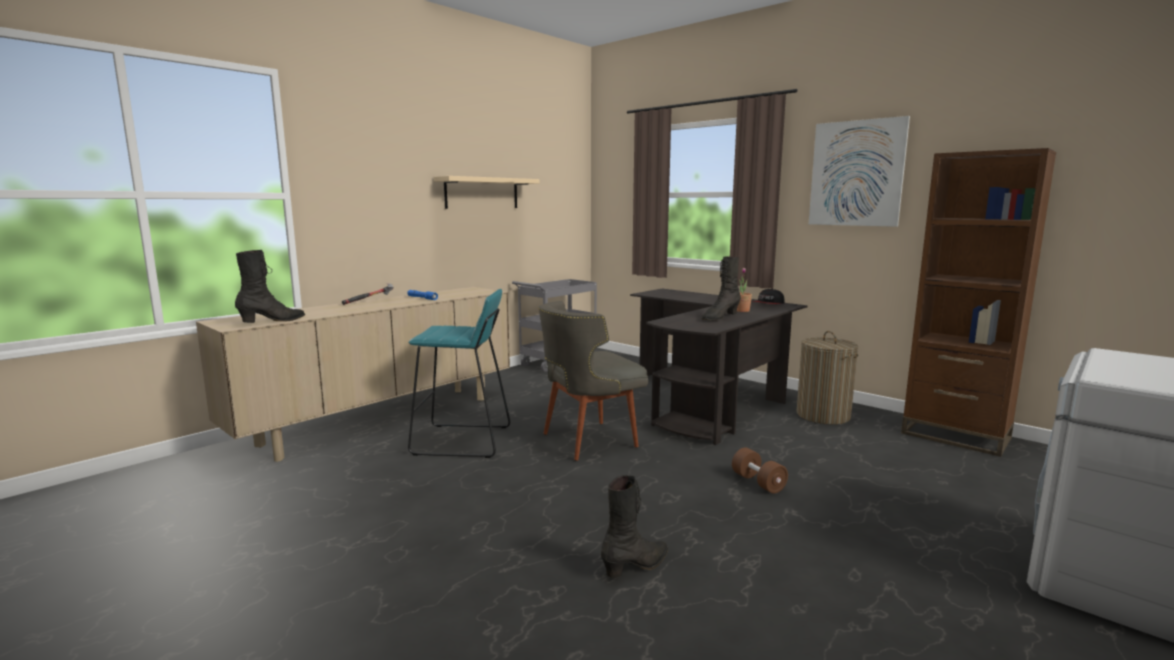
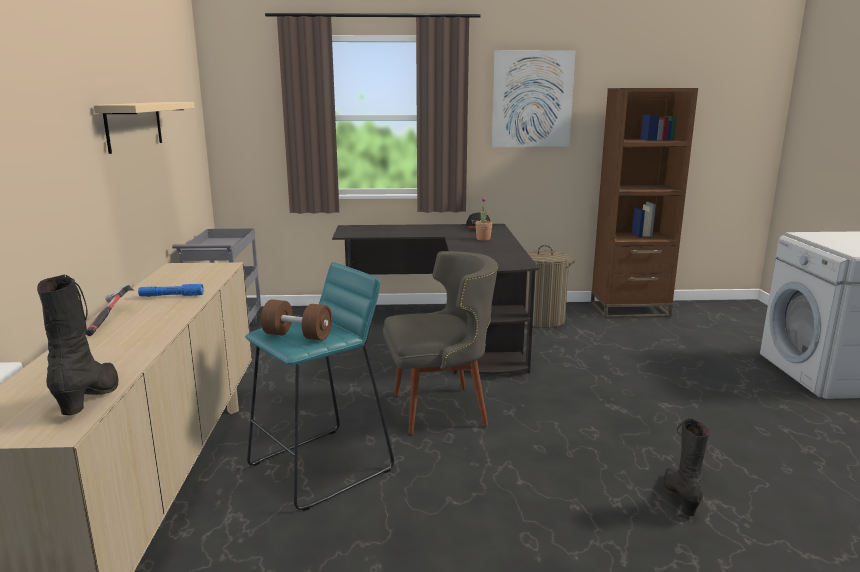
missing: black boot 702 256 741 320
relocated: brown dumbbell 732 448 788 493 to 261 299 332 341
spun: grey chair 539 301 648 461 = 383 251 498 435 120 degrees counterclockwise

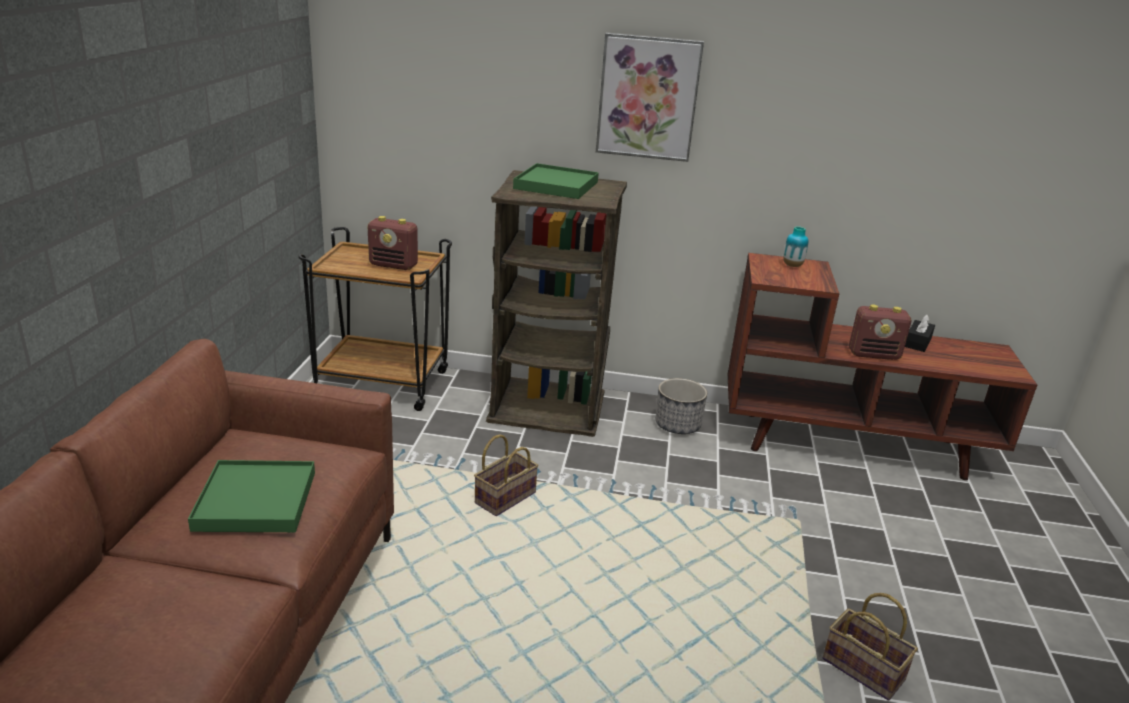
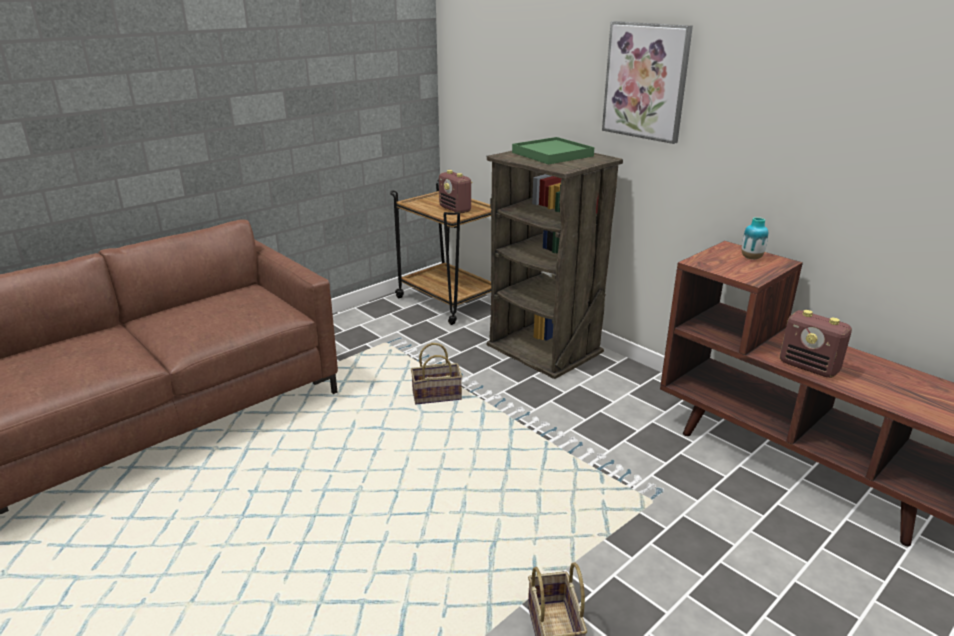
missing: black tissue box 905 314 935 352; planter 656 378 707 434; green tray 188 460 315 532

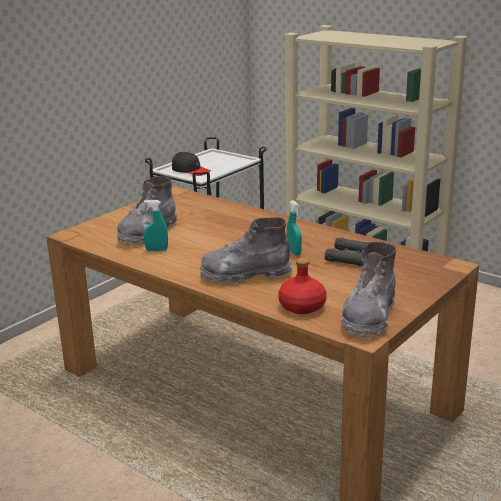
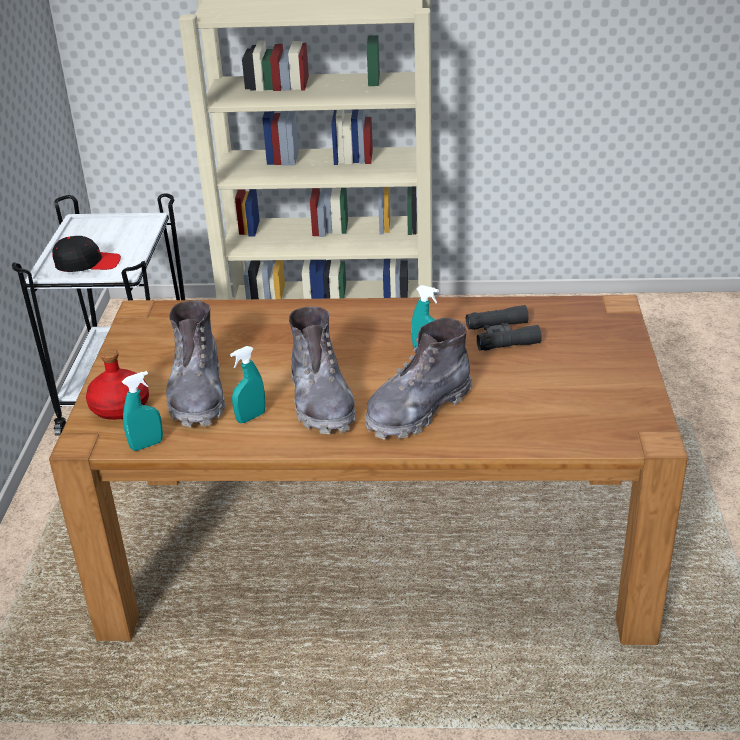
appeared: turquoise spray bottle 122 371 163 451
relocated: grey boot 341 242 397 338 to 289 306 356 434; red bottle 278 258 326 314 to 86 349 149 420

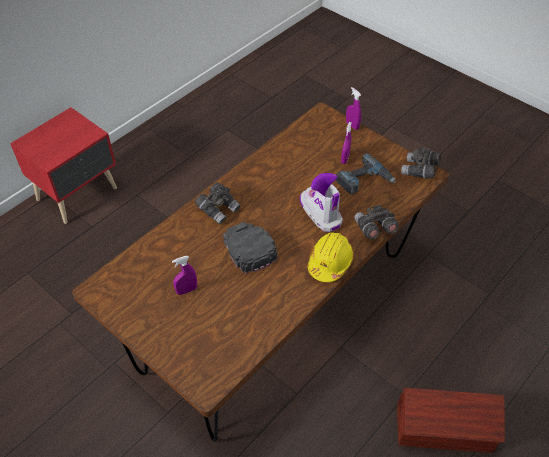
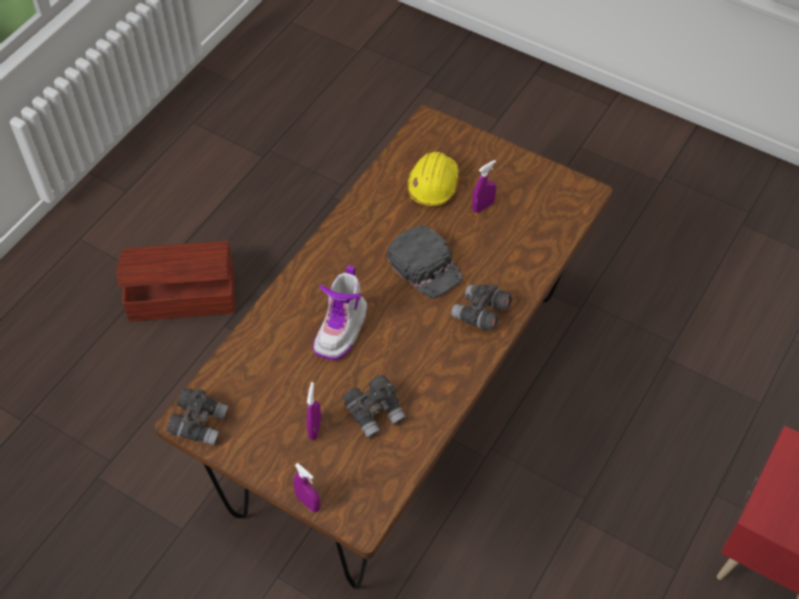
missing: power drill 336 153 396 195
relocated: grey binoculars 354 205 399 239 to 343 375 406 438; yellow hard hat 308 232 354 282 to 407 152 459 206
spun: boot 300 173 343 232 = 313 265 367 360 60 degrees clockwise

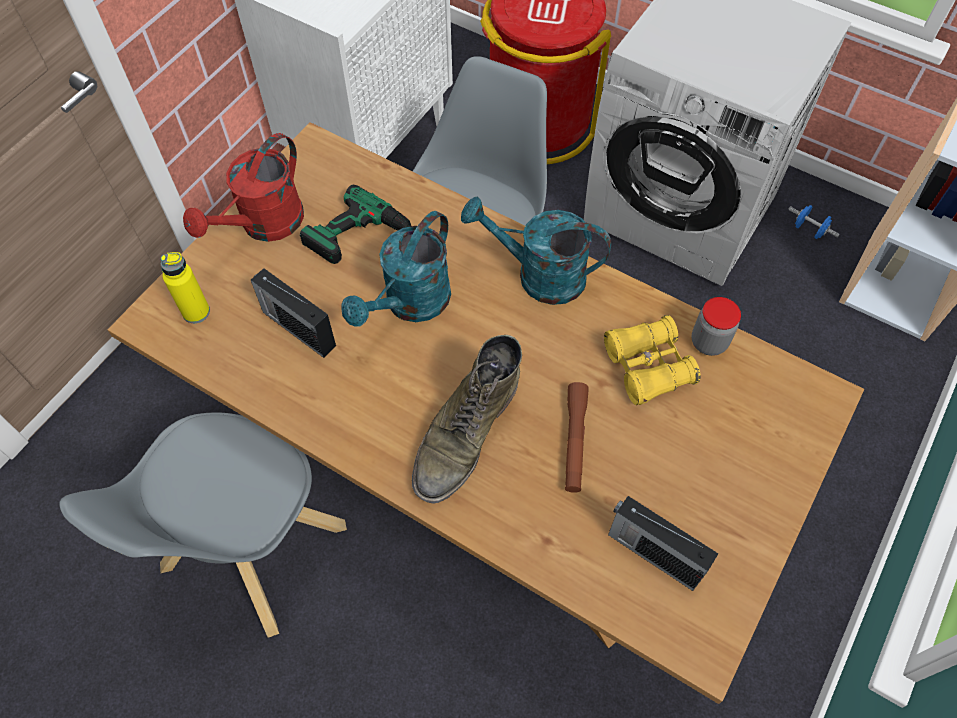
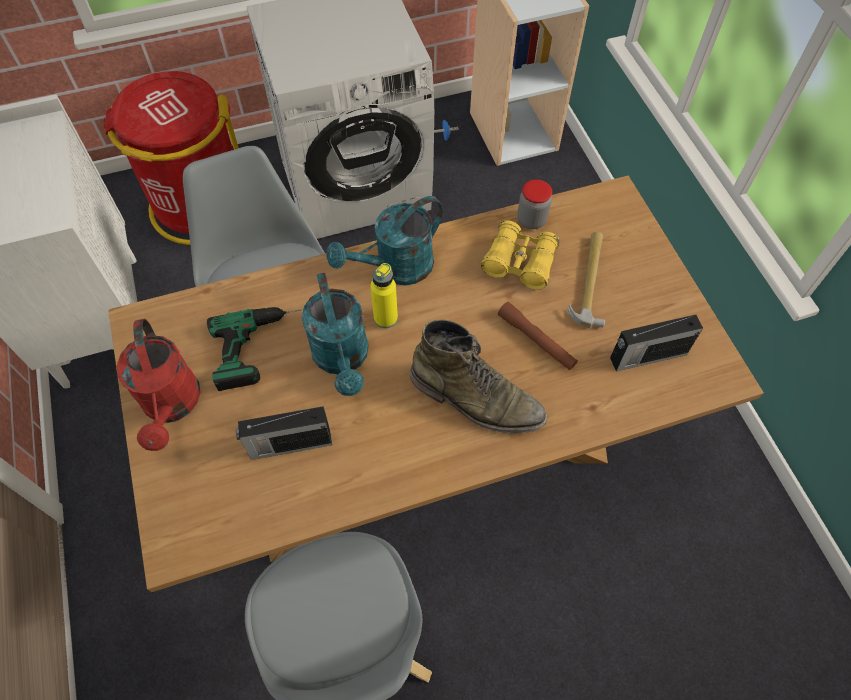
appeared: hammer 567 232 605 328
relocated: yellow bottle 160 252 210 323 to 370 263 398 328
spun: green boot 412 335 522 504 = 410 320 547 433 45 degrees counterclockwise

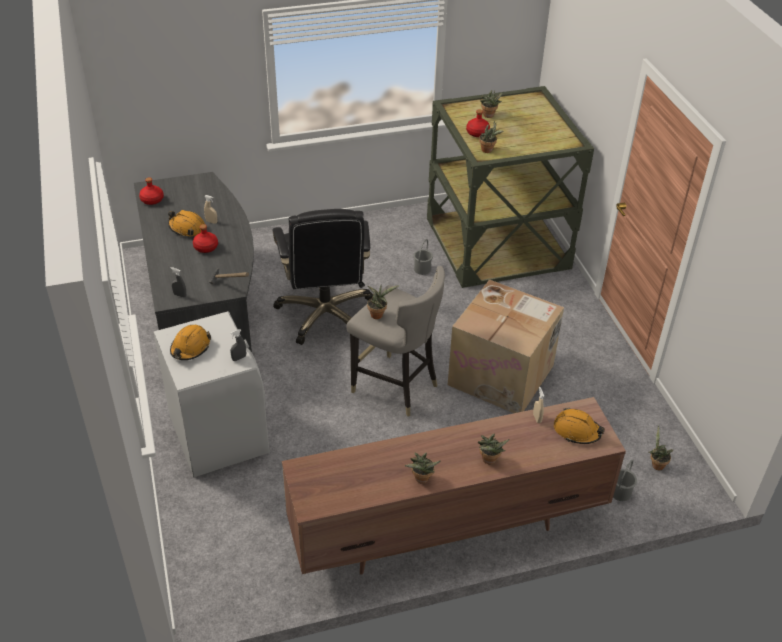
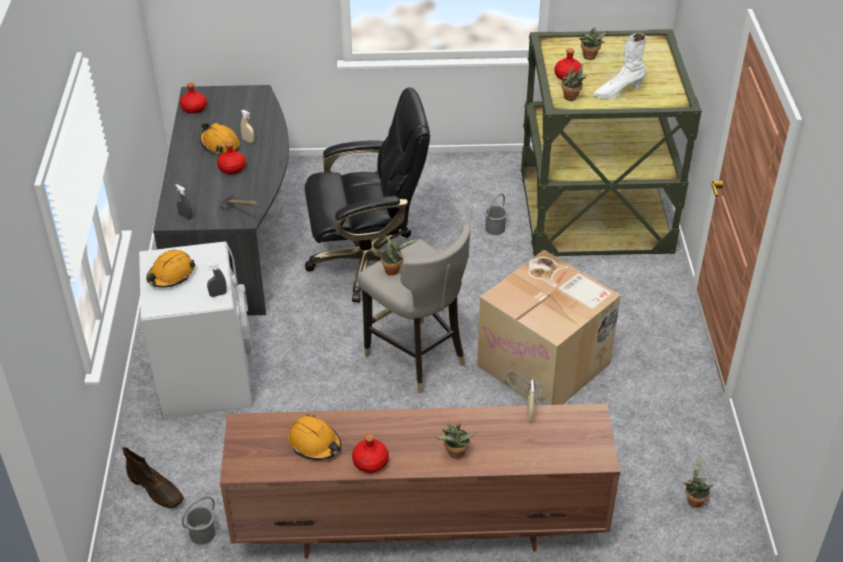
appeared: white boot 593 33 647 98; brown boot 123 447 184 508
relocated: orange hard hat 554 408 605 444 to 288 414 341 460; grey bucket 613 460 637 501 to 182 496 215 545
exchanged: potted plant 404 452 440 484 to red bottle 352 433 389 473
spun: black office chair 272 209 373 345 = 305 87 430 303 105 degrees counterclockwise

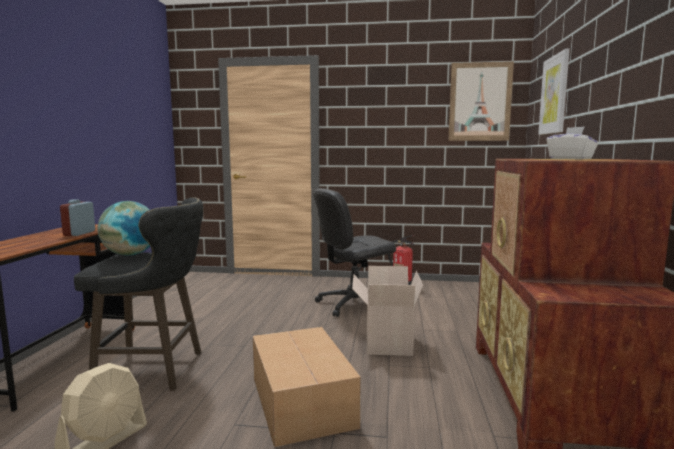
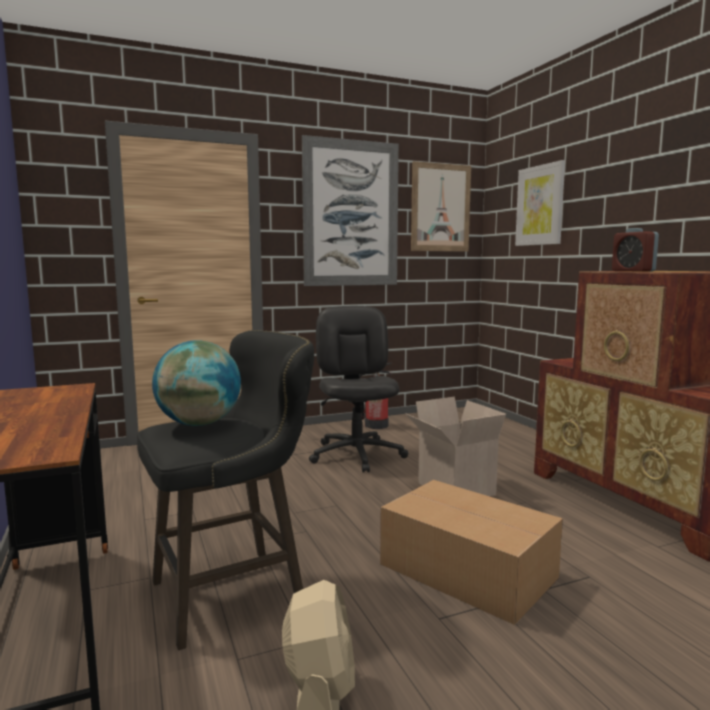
missing: white tissue box 547 126 598 159
appeared: picture 302 135 399 286
relocated: alarm clock 60 200 95 236 to 612 228 659 272
spun: black office chair 313 188 396 317 = 309 306 408 473 135 degrees clockwise

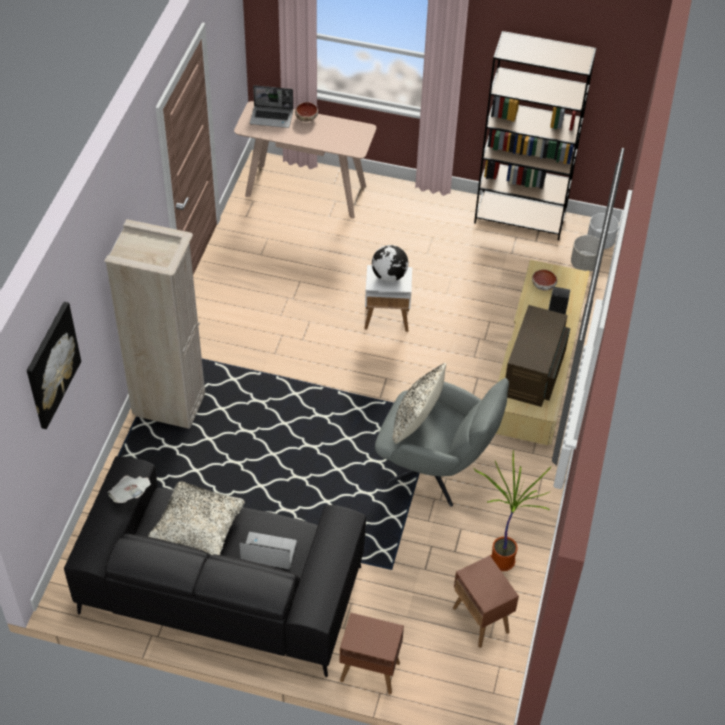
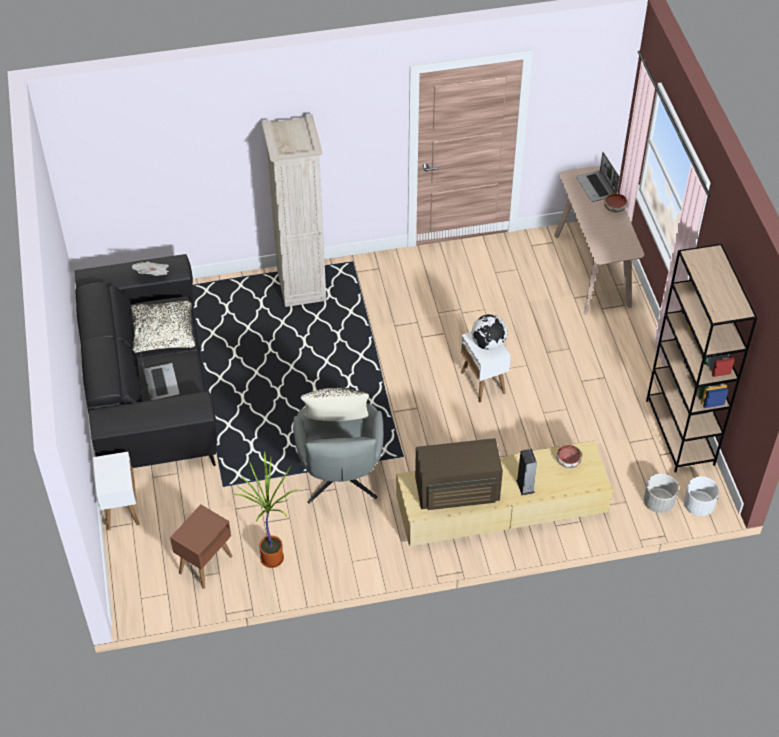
missing: picture 27 302 81 429
colour: brown side table 340 613 404 694 to white side table 93 452 139 530

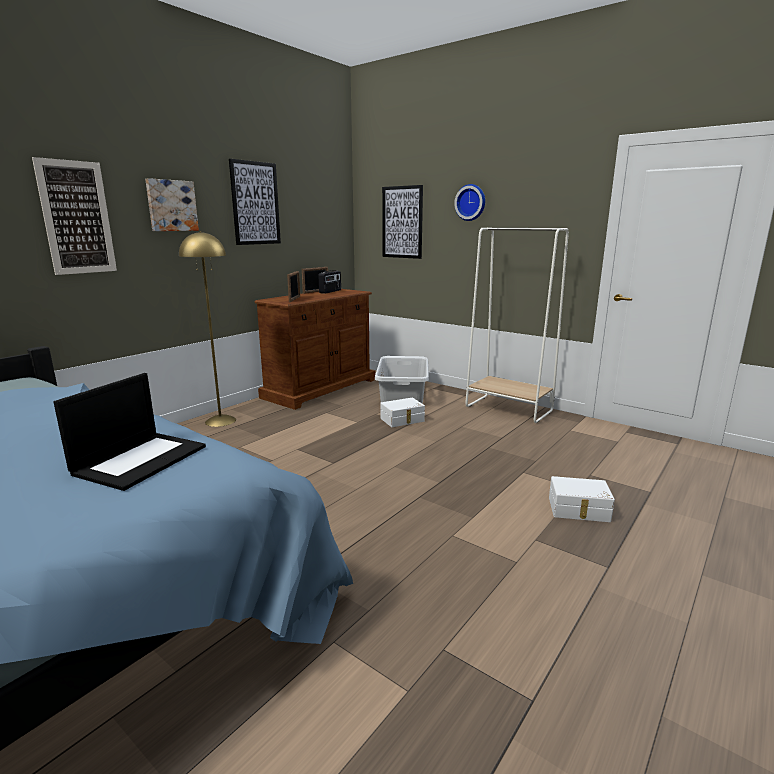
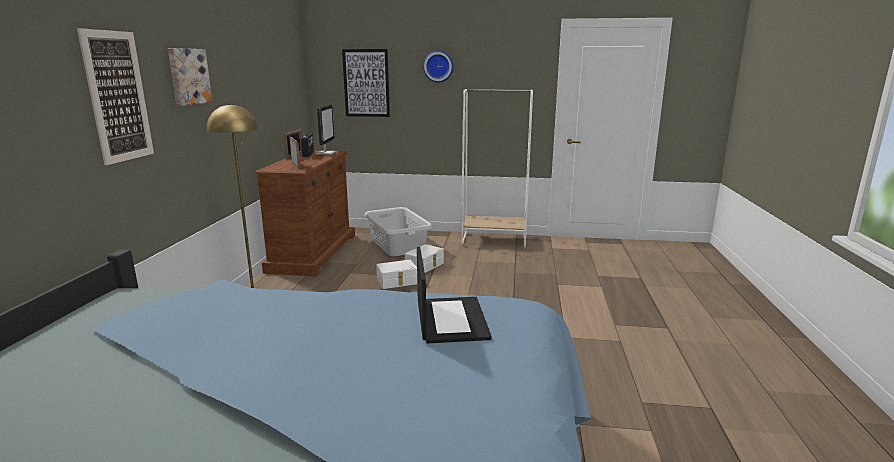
missing: picture 229 159 281 245
appeared: monitor 316 104 336 155
relocated: white storage box 549 476 615 522 to 376 260 417 289

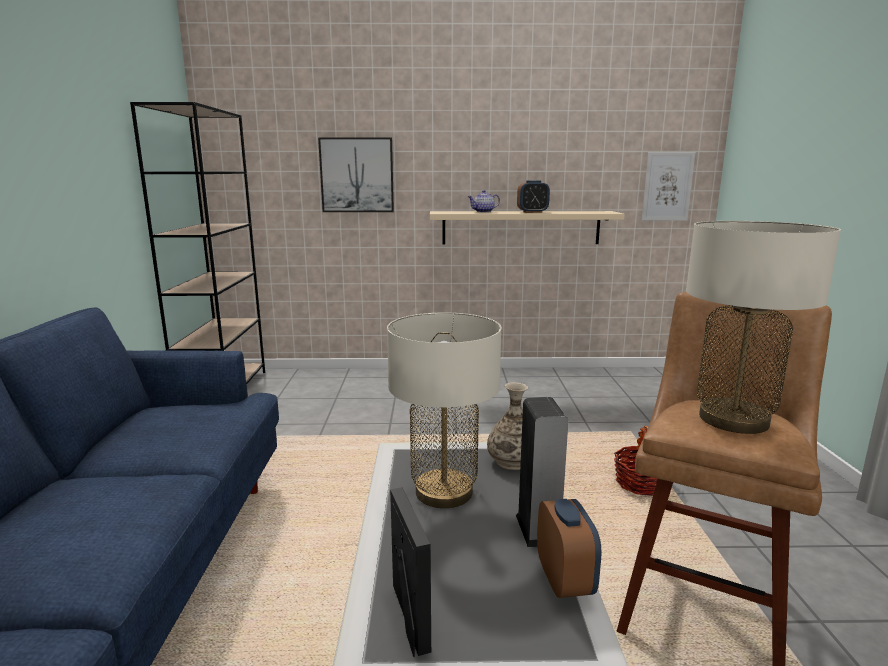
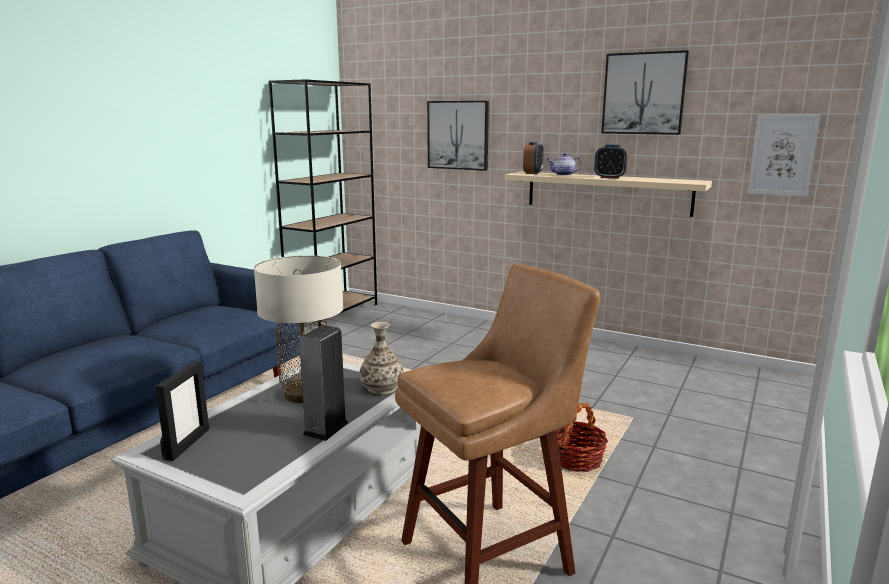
missing: table lamp 686 221 841 434
appeared: picture 601 50 689 135
relocated: alarm clock 537 499 602 598 to 523 142 544 174

